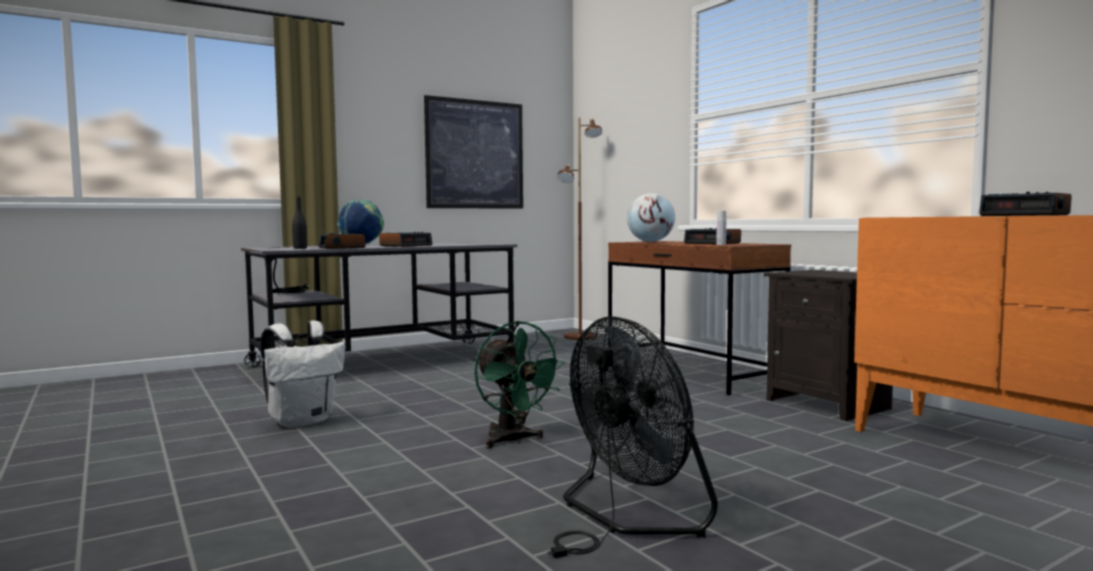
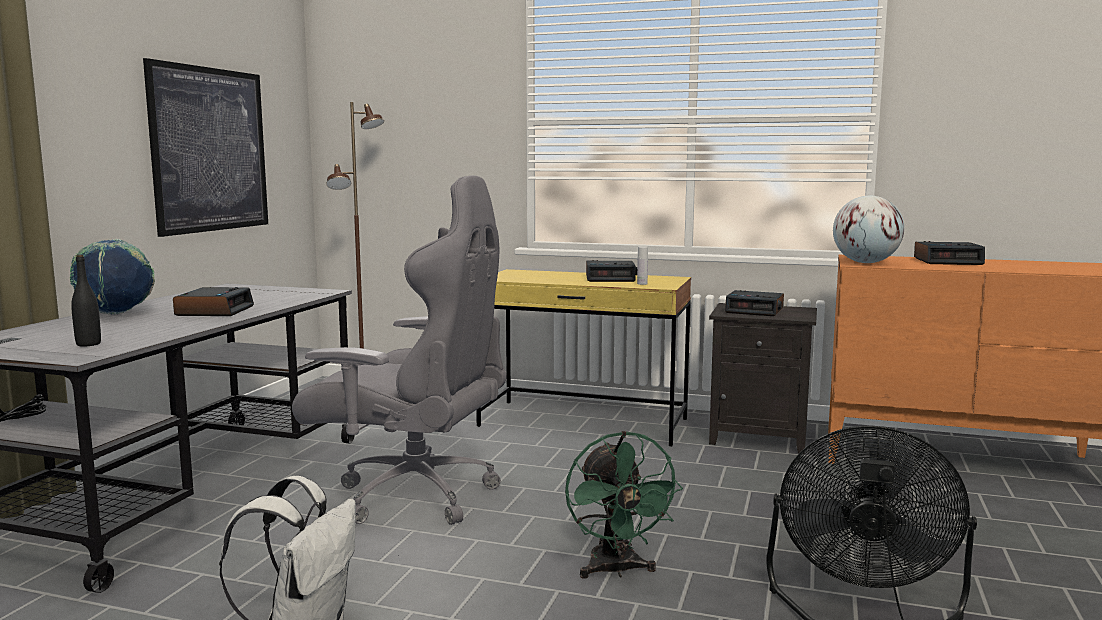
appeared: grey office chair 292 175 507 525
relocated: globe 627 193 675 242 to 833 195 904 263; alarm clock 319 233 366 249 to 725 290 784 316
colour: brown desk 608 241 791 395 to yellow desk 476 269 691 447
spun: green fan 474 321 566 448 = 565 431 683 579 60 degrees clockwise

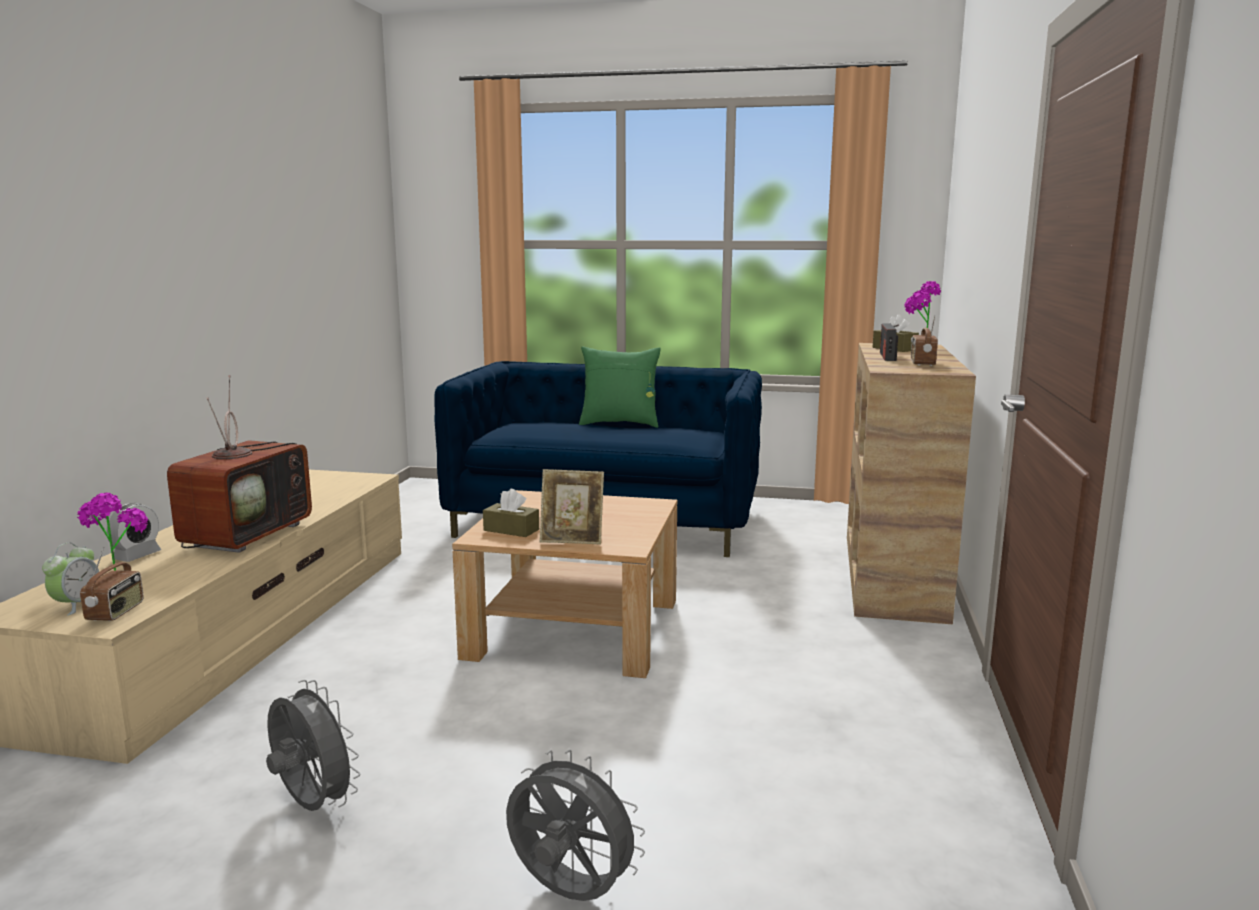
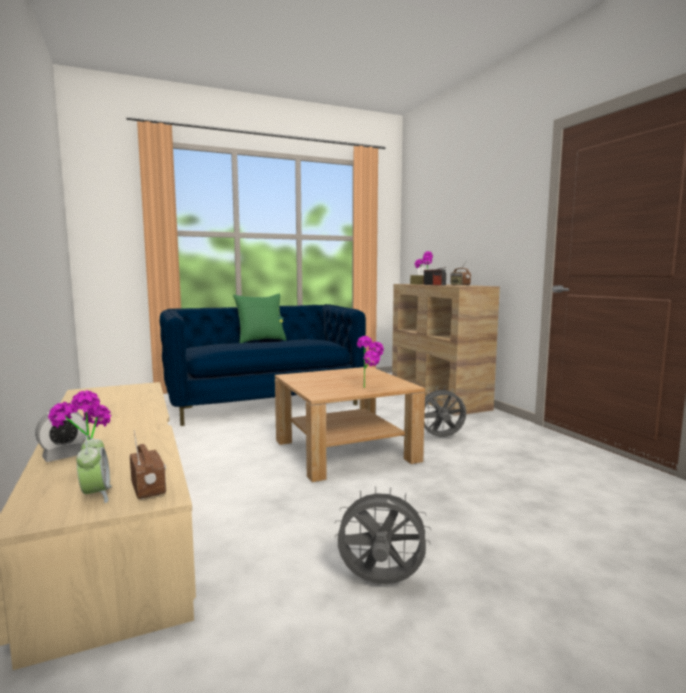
missing: television 167 375 312 553; brown tissue box 483 489 539 537
relocated: grey fan 506 749 645 901 to 424 386 466 437
exchanged: picture frame 540 469 604 544 to potted plant 357 336 384 388
spun: alarm clock 107 503 161 562 = 35 410 87 462 60 degrees clockwise

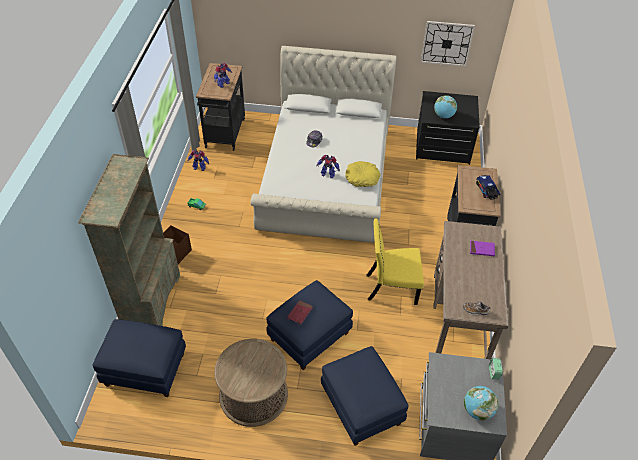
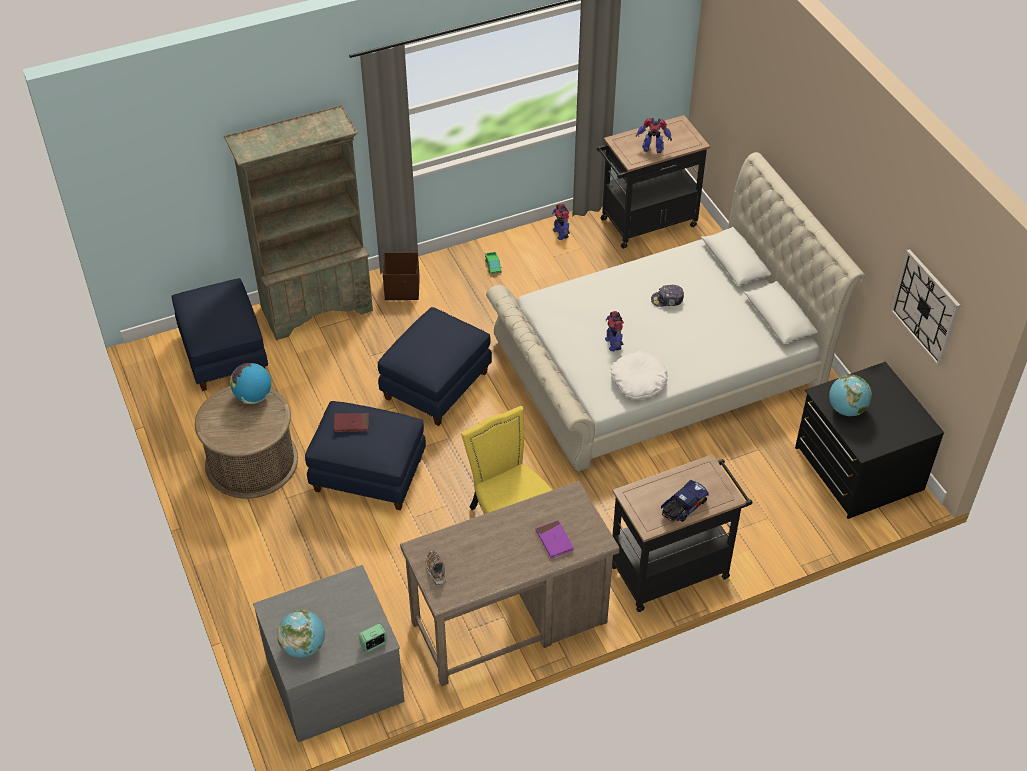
appeared: globe 230 363 271 404
relocated: blue ottoman 321 346 409 446 to 378 307 492 426
colour: yellow pillow 345 161 380 187 to white pillow 610 351 668 399

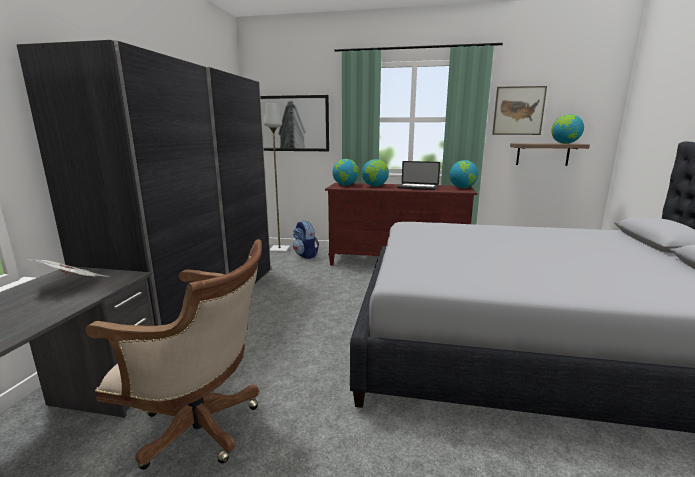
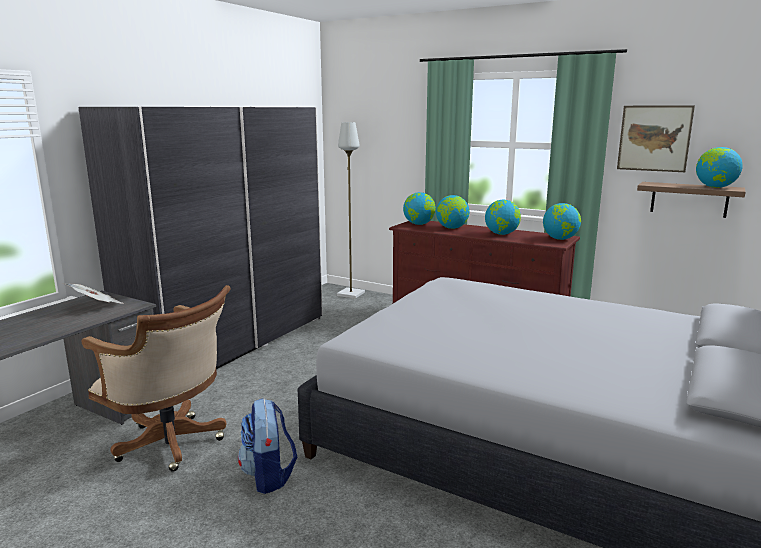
missing: picture 260 95 329 151
relocated: backpack 293 220 319 259 to 238 398 297 494
exchanged: laptop 397 161 440 190 to globe 485 200 521 235

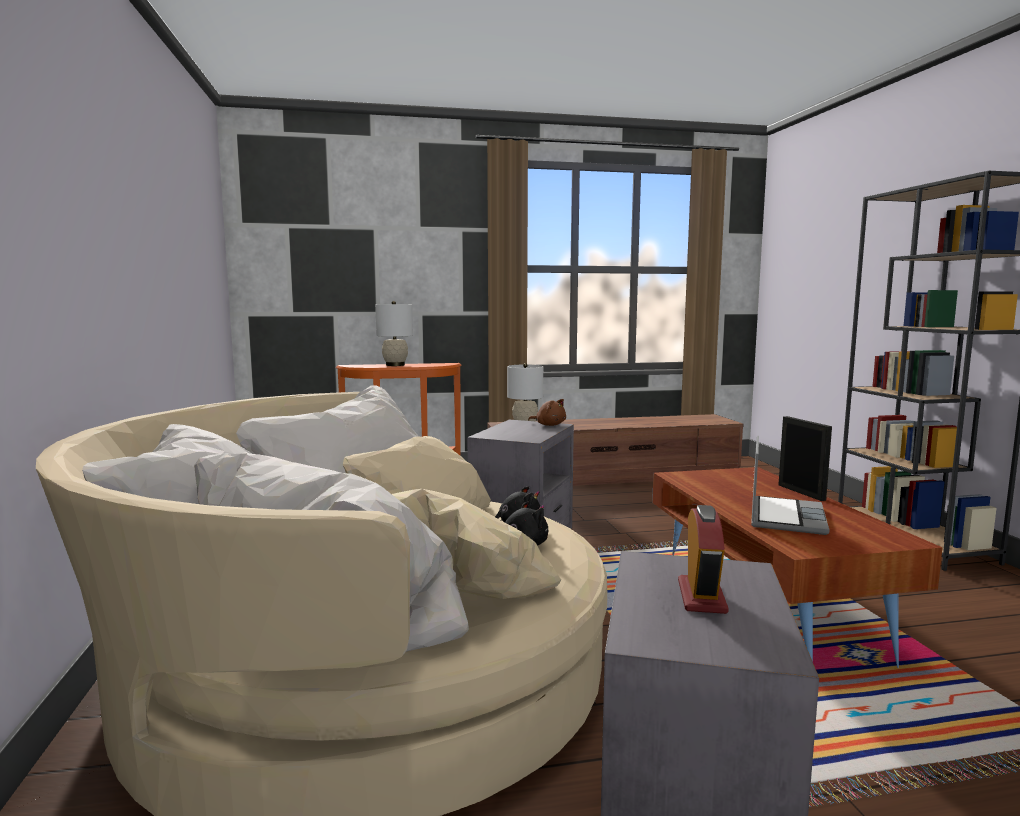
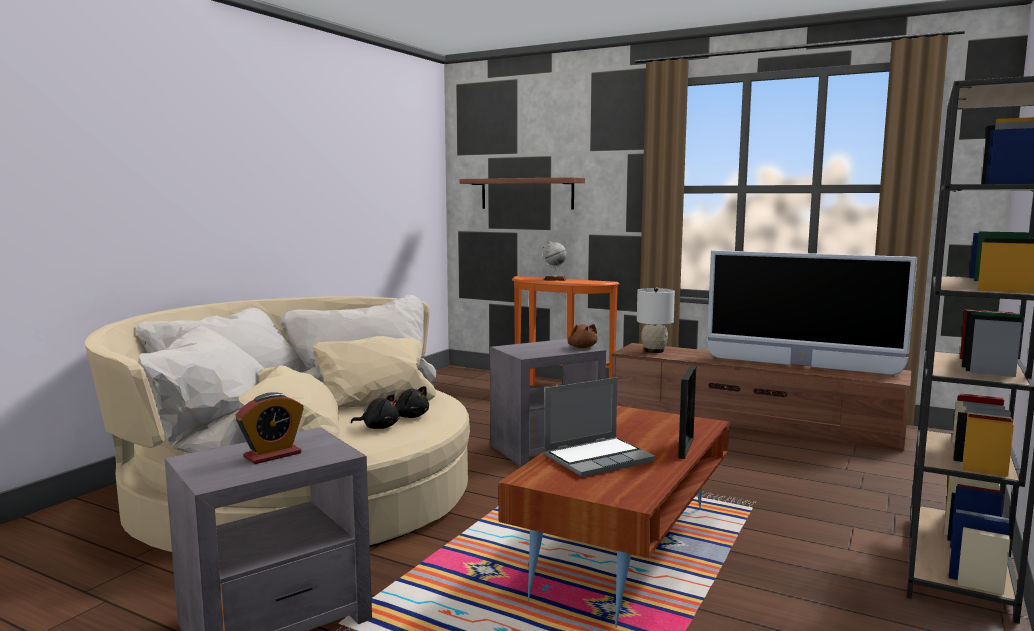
appeared: shelf 459 177 585 210; television 707 250 917 375
exchanged: white table lamp 375 301 413 366 to globe 542 241 567 281

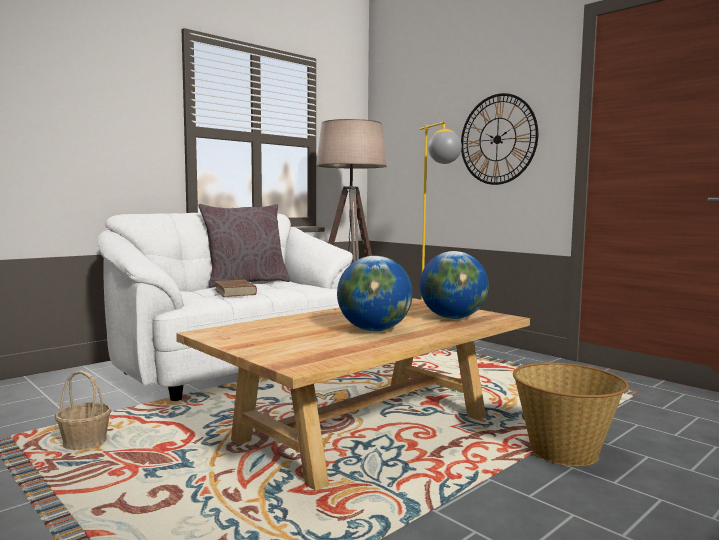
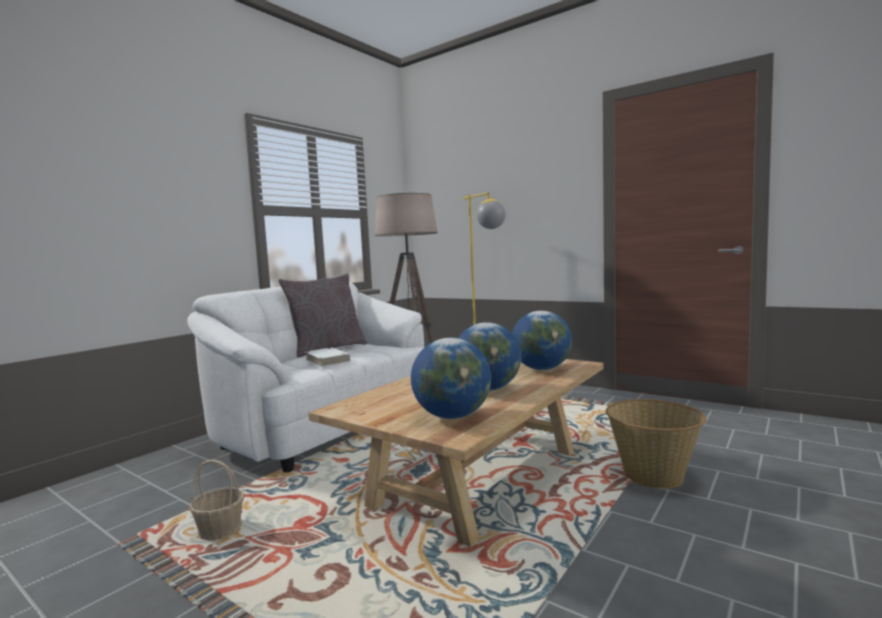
missing: wall clock 461 93 538 185
appeared: globe 411 338 491 419
colour: brown book 214 280 257 297 to white book 305 347 350 367

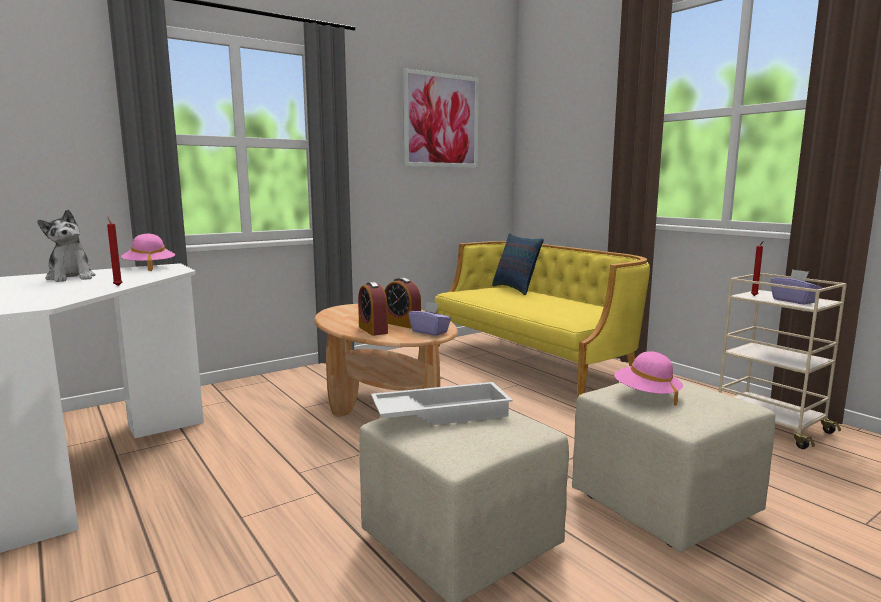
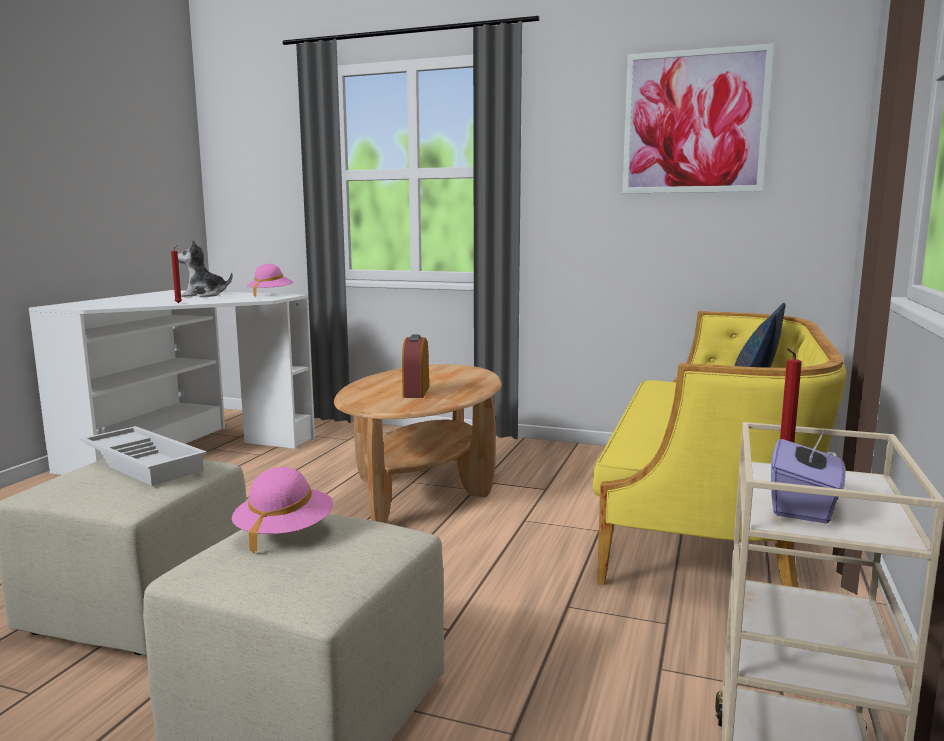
missing: alarm clock 358 282 388 336; purple tissue box 408 302 451 336
spun: plush toy 37 210 95 282 = 178 240 233 297 60 degrees clockwise

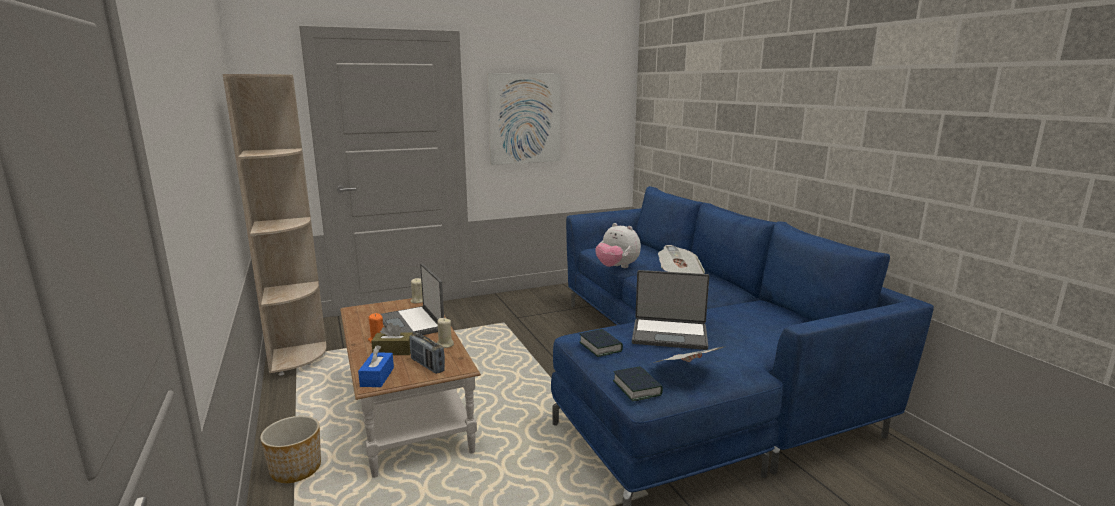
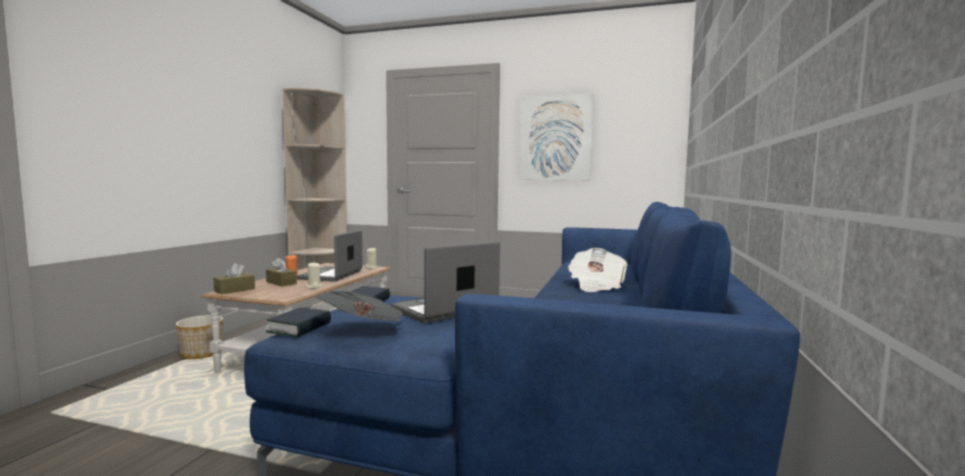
missing: plush toy 596 223 641 268; radio 410 333 445 374
colour: blue tissue box 358 345 394 387 to brown tissue box 213 263 255 294
spun: laptop 632 270 709 350 = 391 241 500 323 90 degrees clockwise

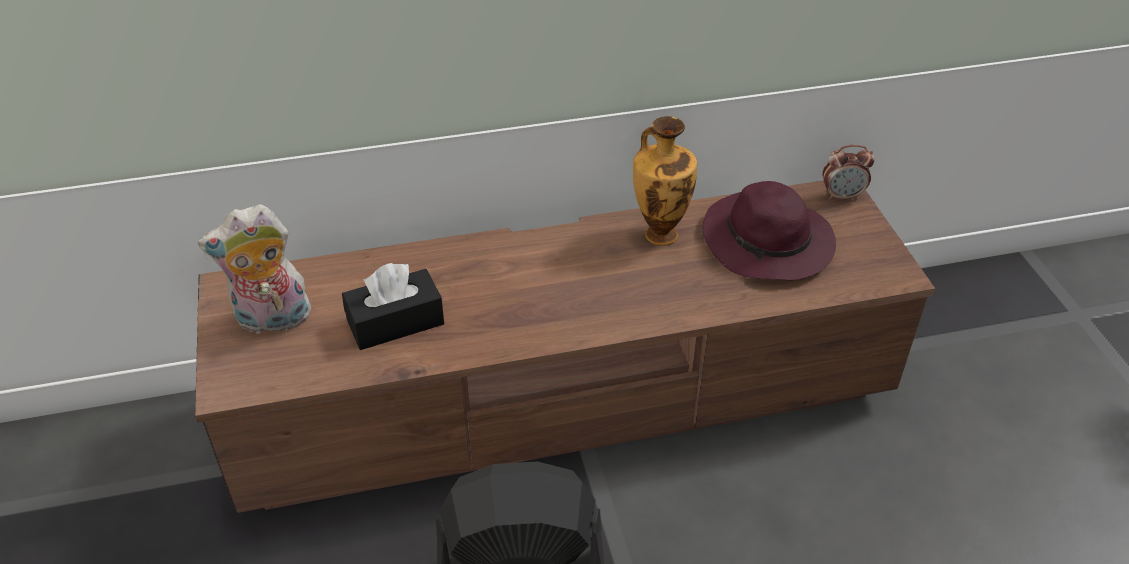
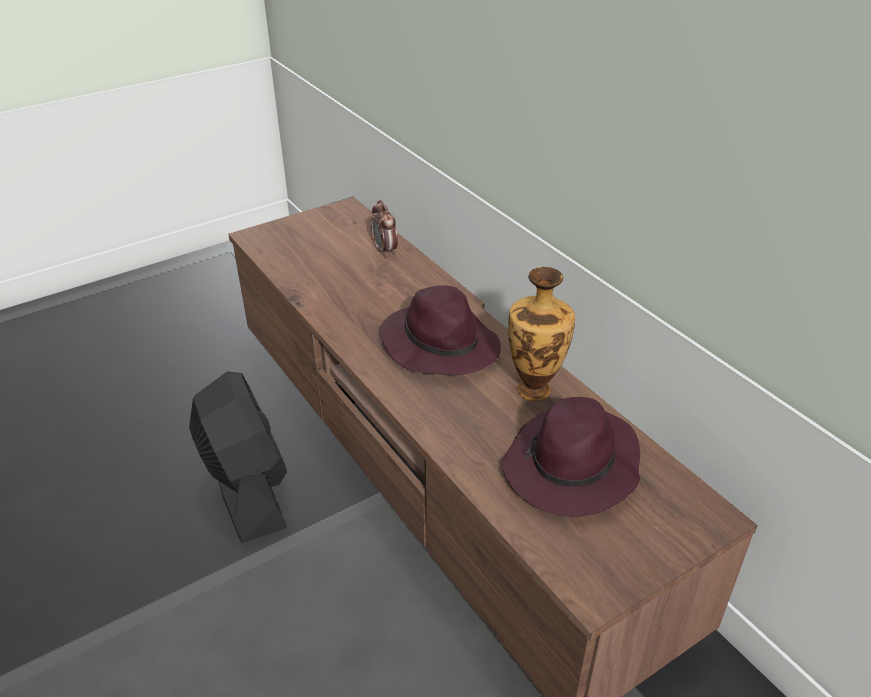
missing: plush toy 198 204 312 335; black tissue box 342 263 444 350
appeared: purple hat 380 285 501 375
relocated: alarm clock 822 145 875 200 to 371 200 398 257

